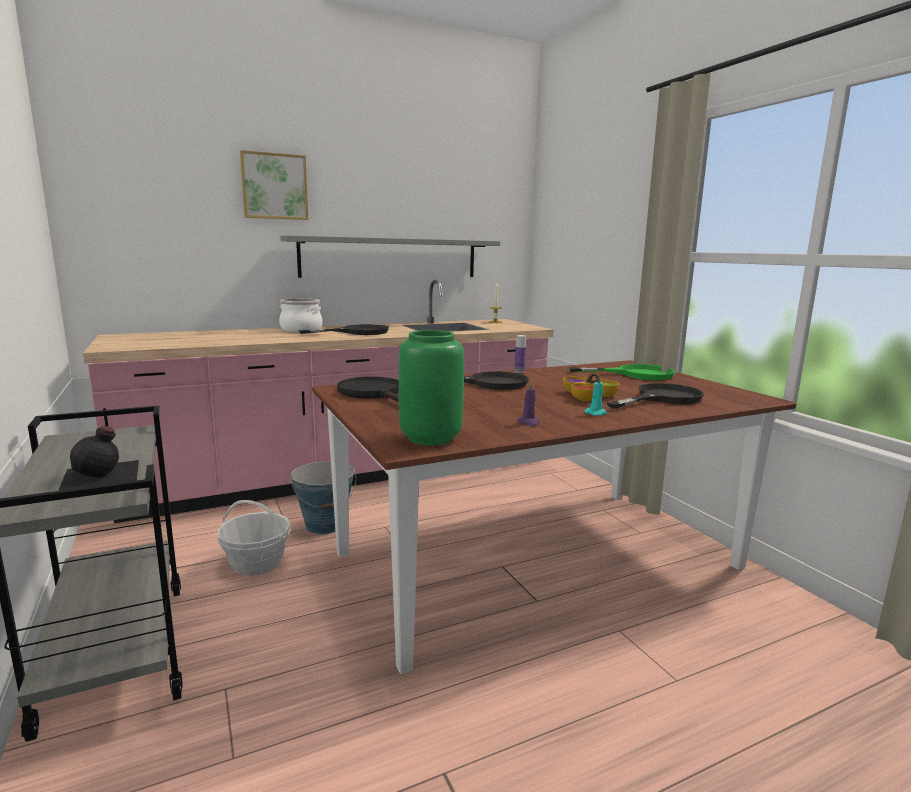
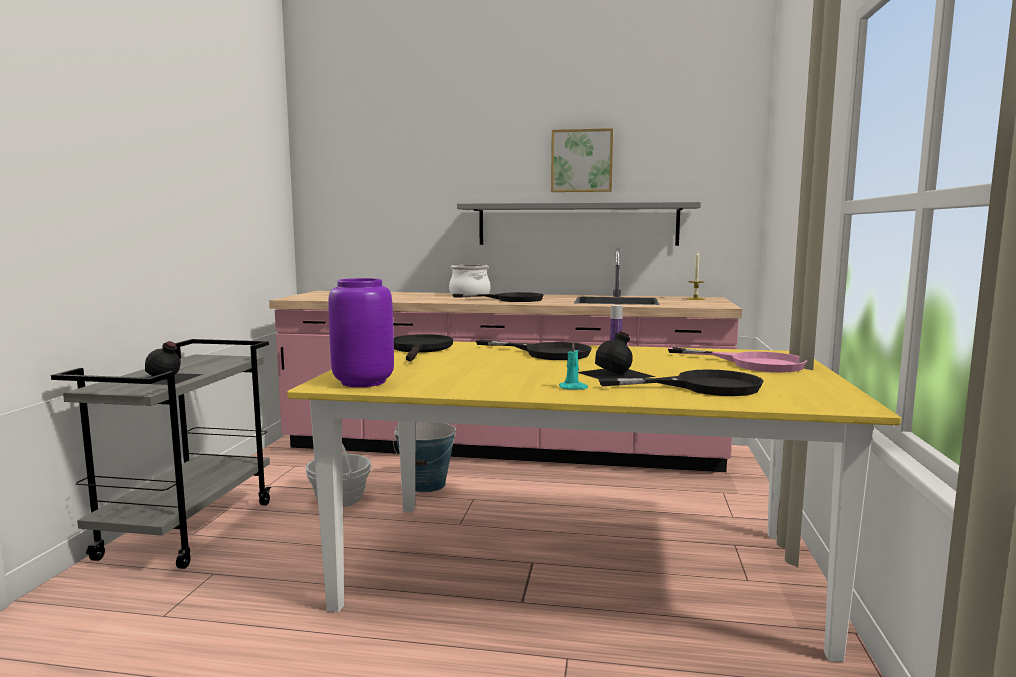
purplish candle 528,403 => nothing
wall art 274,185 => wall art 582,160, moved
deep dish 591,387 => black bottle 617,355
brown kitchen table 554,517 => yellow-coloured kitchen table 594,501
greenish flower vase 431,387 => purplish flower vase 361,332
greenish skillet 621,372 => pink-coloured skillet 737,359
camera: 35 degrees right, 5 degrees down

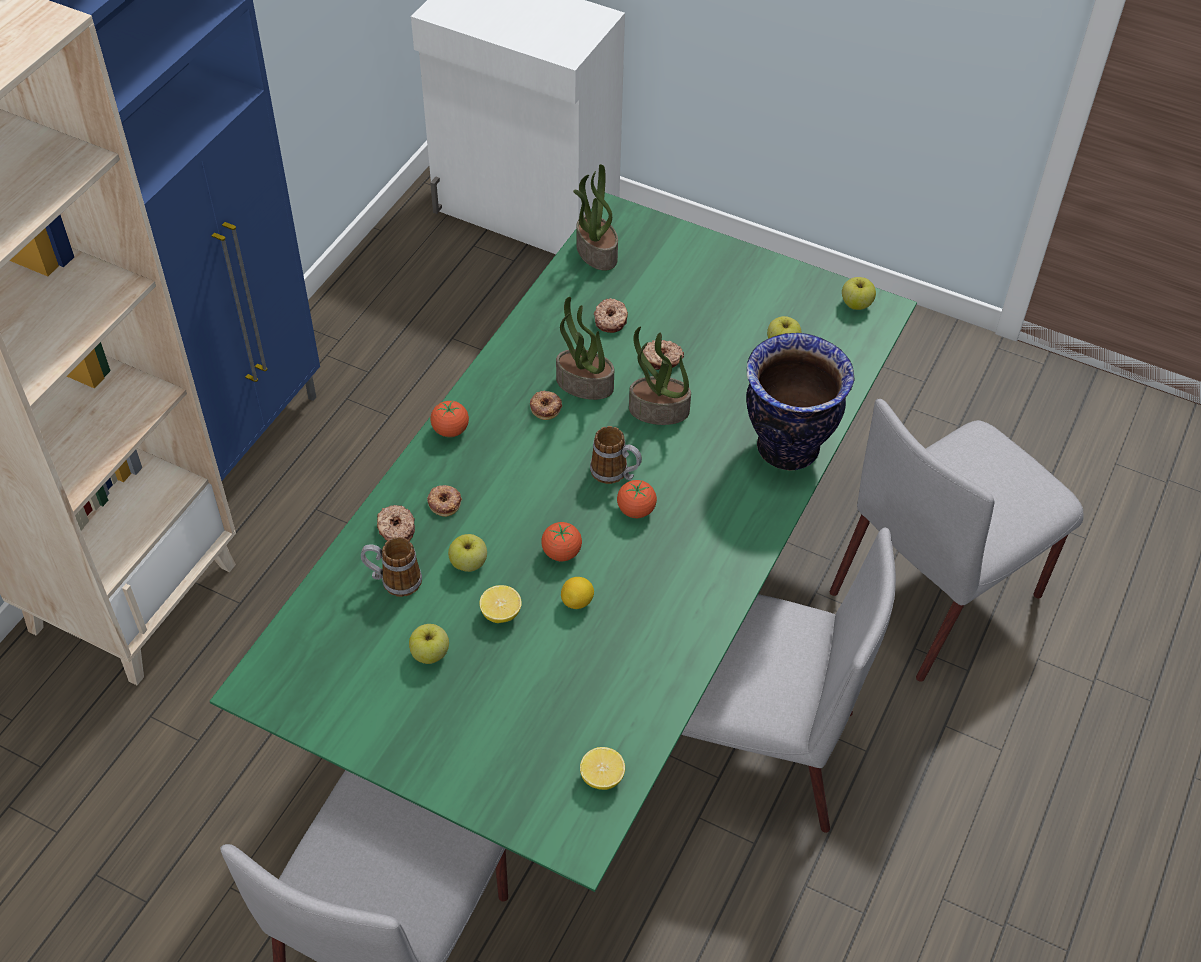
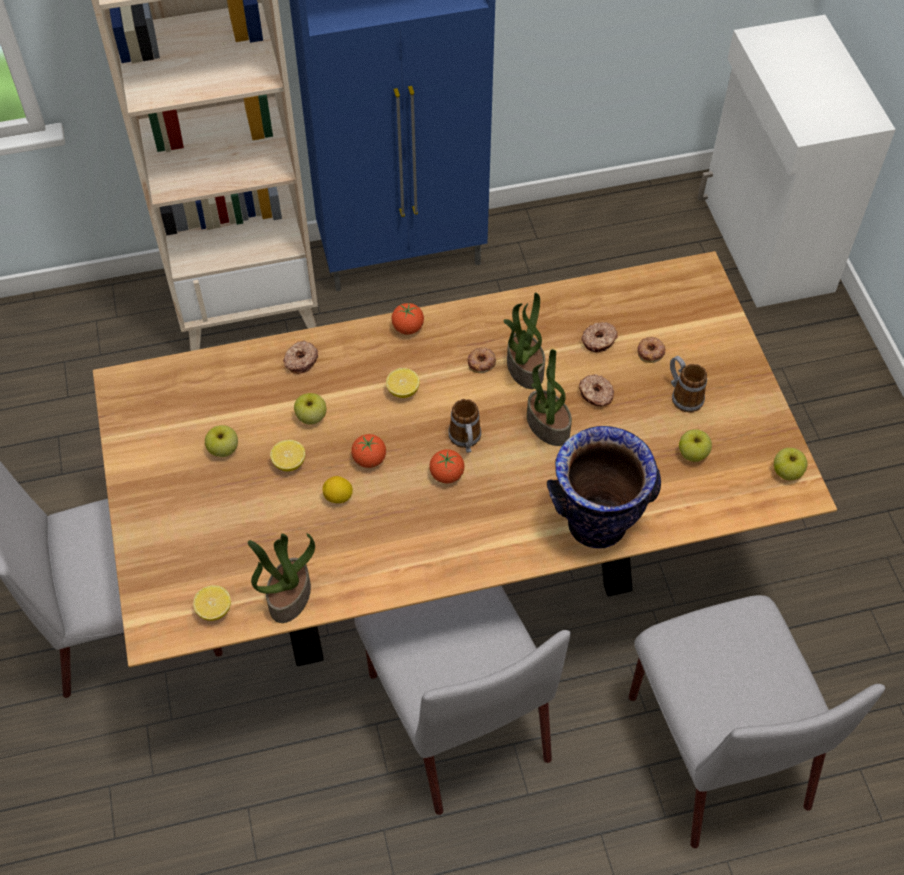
nothing => citrus fruit 403,383
coffee mug 391,567 => coffee mug 688,384, moved
donut 444,501 => donut 651,350, moved
houseplant 595,217 => houseplant 281,578, moved
greenish kitchen table 563,542 => brown kitchen table 465,459
gray chair 957,540 => gray chair 757,721, 120 degrees counterclockwise
camera: 50 degrees right, 5 degrees up

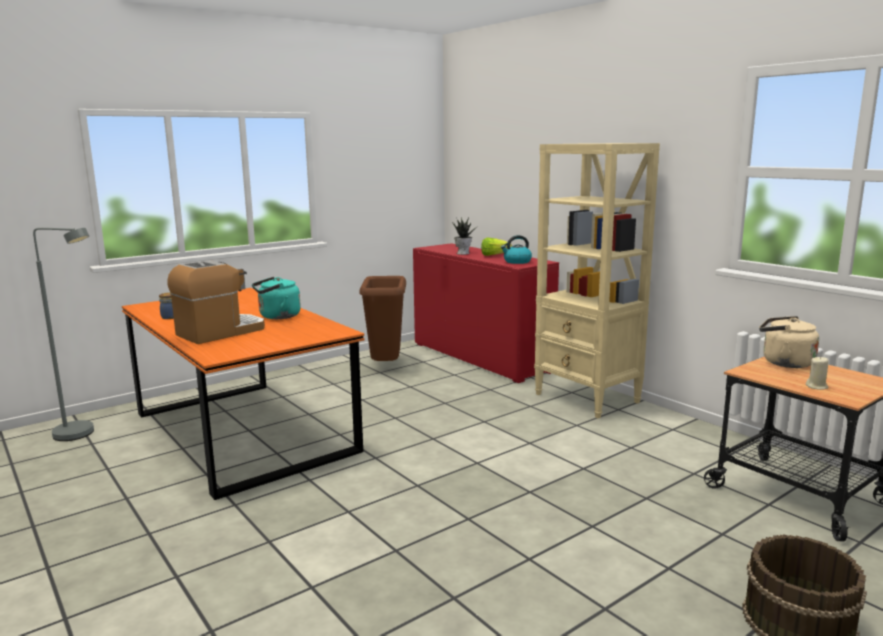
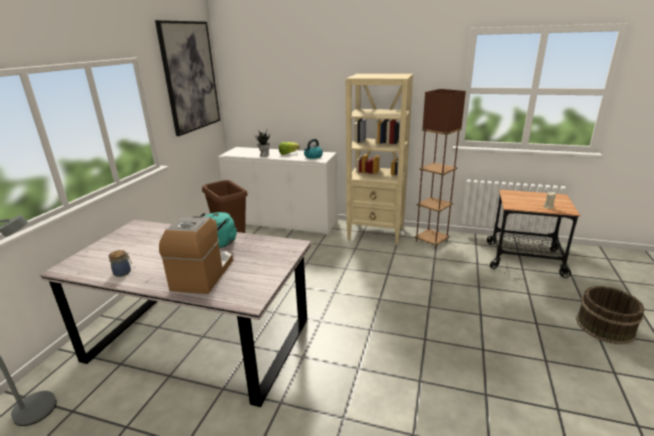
beige-coloured kettle 789,342 => nothing
nothing => wall art 187,78
nothing => brown standard lamp 440,168
orange-coloured kitchen table 243,394 => gray kitchen table 175,313
reddish storage cabinet 486,313 => white storage cabinet 278,191
camera: 35 degrees left, 10 degrees up

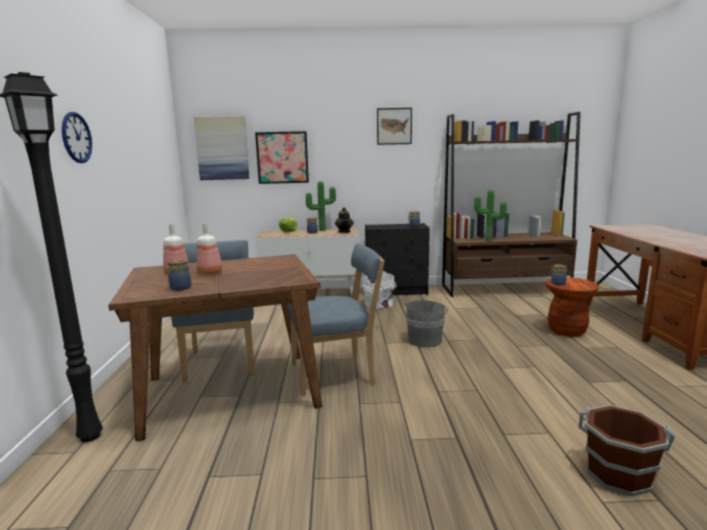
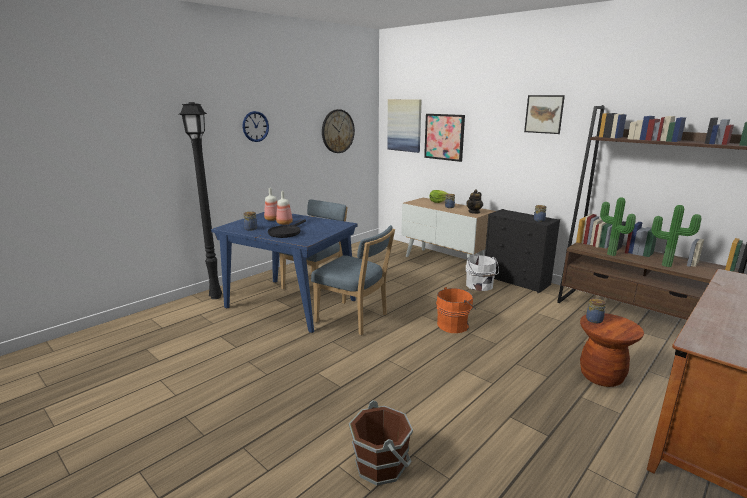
nothing => black skillet 287,228
nothing => hanging clock 338,131
houseplant 321,206 => houseplant 676,236, moved
brown kitchen table 215,347 => blue-coloured kitchen table 284,272
gray bucket 426,323 => orange-coloured bucket 456,310
camera: 45 degrees right, 5 degrees up

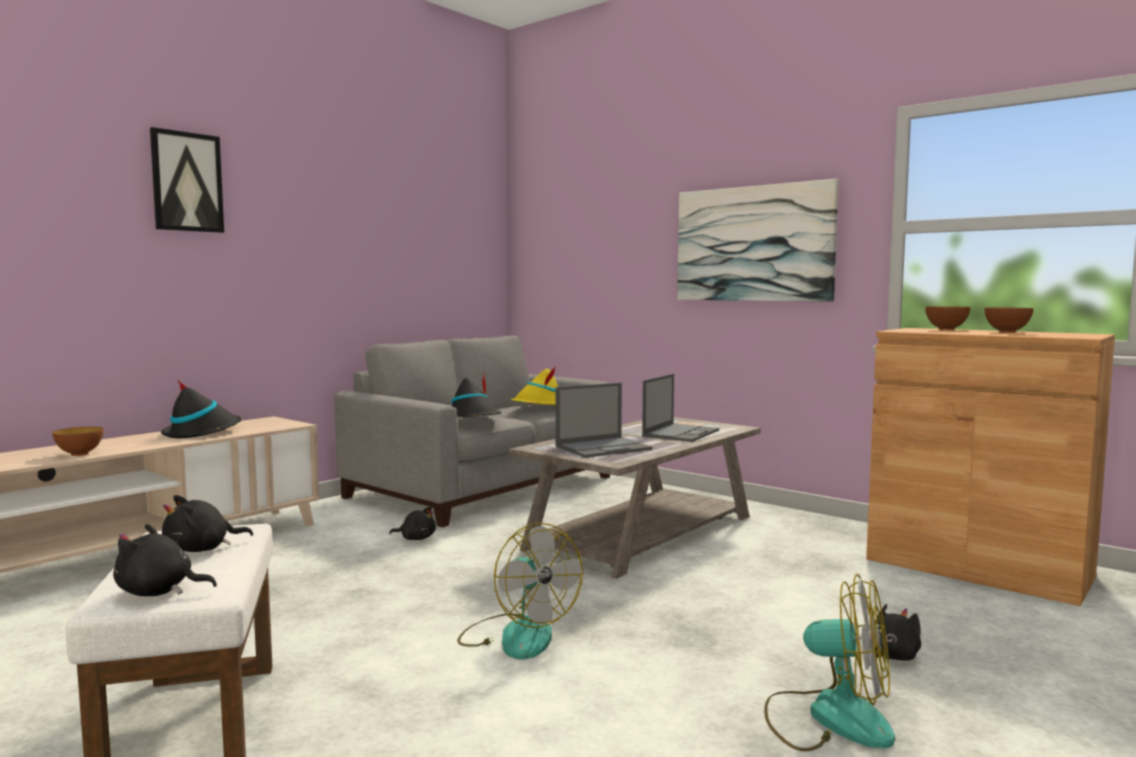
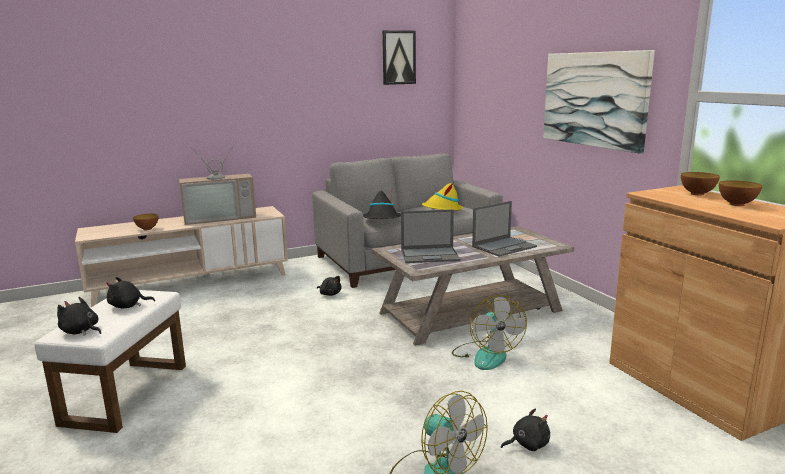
wall art 187,180 => wall art 399,57, moved
electric fan 520,591 => electric fan 489,332, moved
black wearable hat 201,409 => television 217,184
camera: 25 degrees right, 10 degrees up

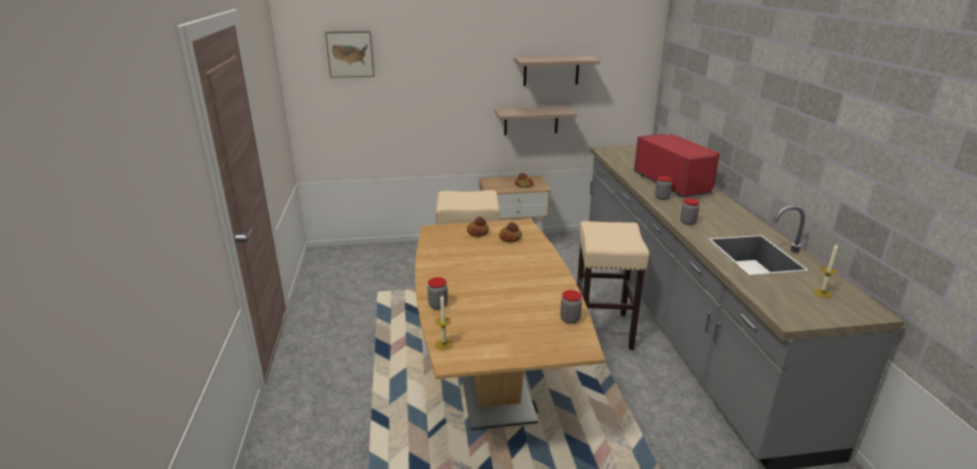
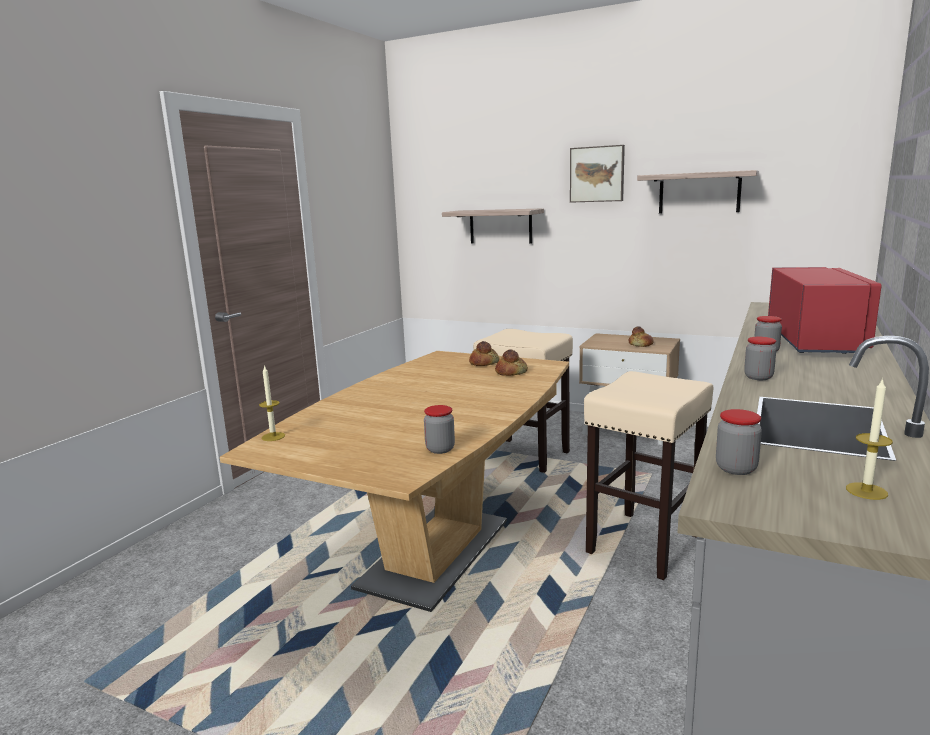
wall art 349,54 => wall art 597,174, moved
preserve jar 438,293 => preserve jar 739,442, moved
wall shelf 535,120 => wall shelf 493,225, moved
camera: 35 degrees right, 10 degrees down

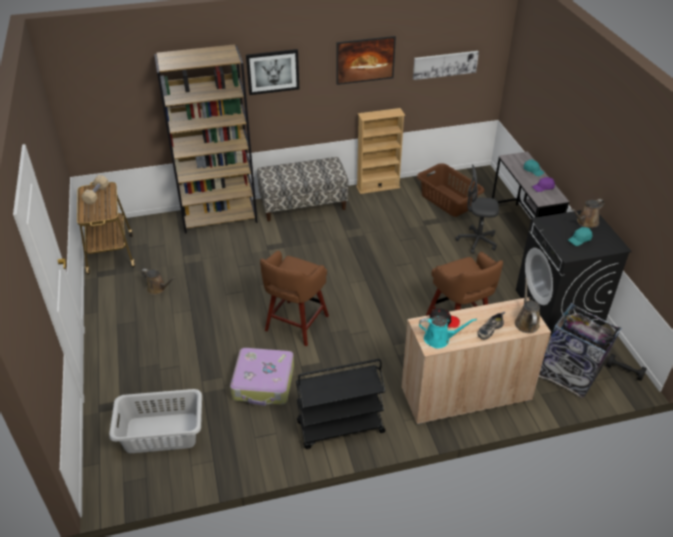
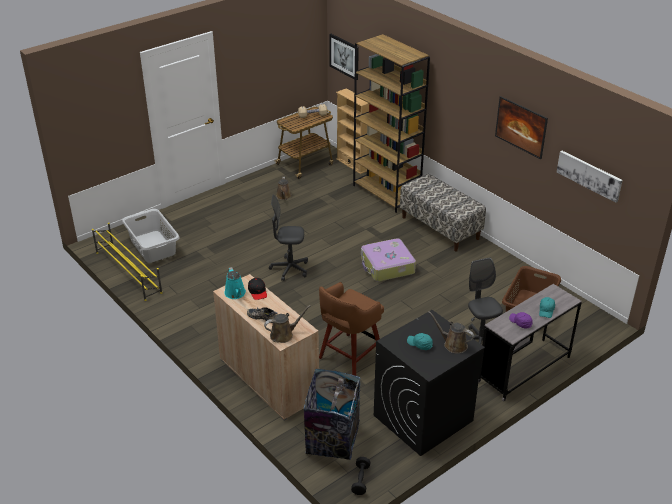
black cart 340,404 => nothing
nothing => yellow-coloured shoe stand 127,262
piece of luggage 262,377 => piece of luggage 388,260, moved
wall art 272,72 => wall art 344,57, moved
beige-coloured shelving unit 380,151 => beige-coloured shelving unit 352,131, moved
brown sitting stool 294,298 => gray office chair 288,237
camera: 65 degrees right, 5 degrees down

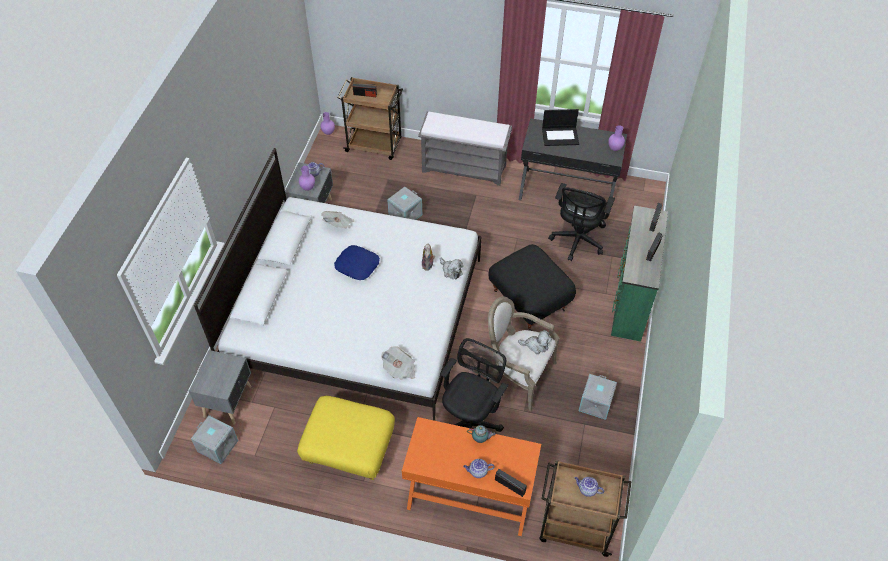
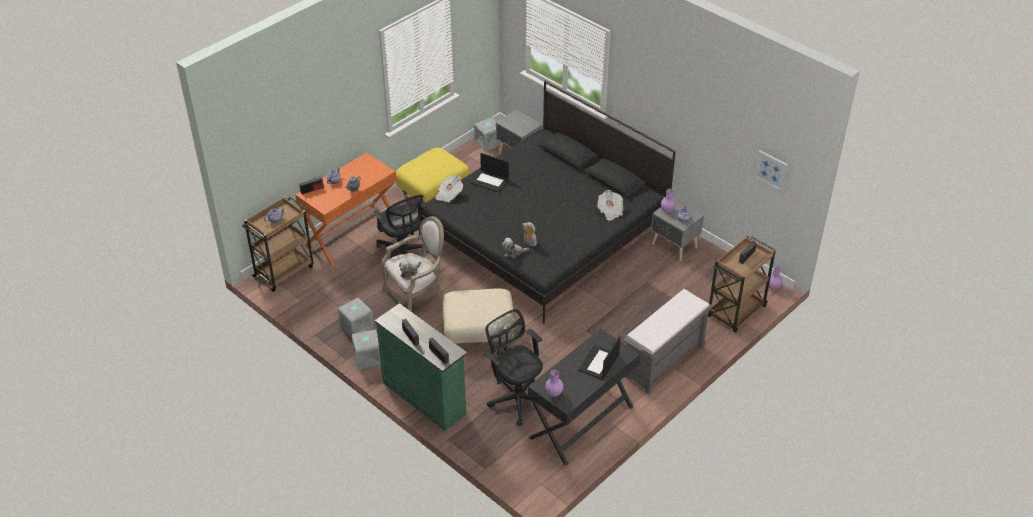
blue-coloured pillow 357,262 => nothing
nothing => notebook computer 489,172
nothing => wall art 771,170
gray storage container 404,203 => gray storage container 366,349, moved
white bed 337,284 => black bed 547,202
black footrest 532,287 => beige-coloured footrest 479,318
camera: 120 degrees right, 10 degrees down

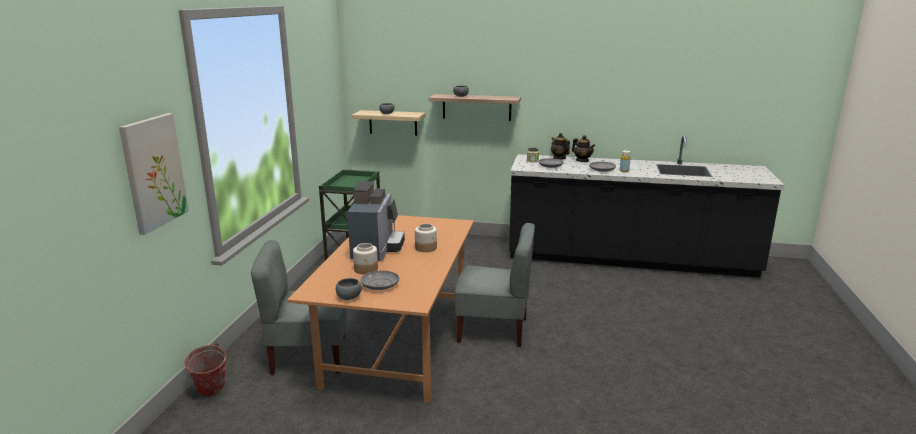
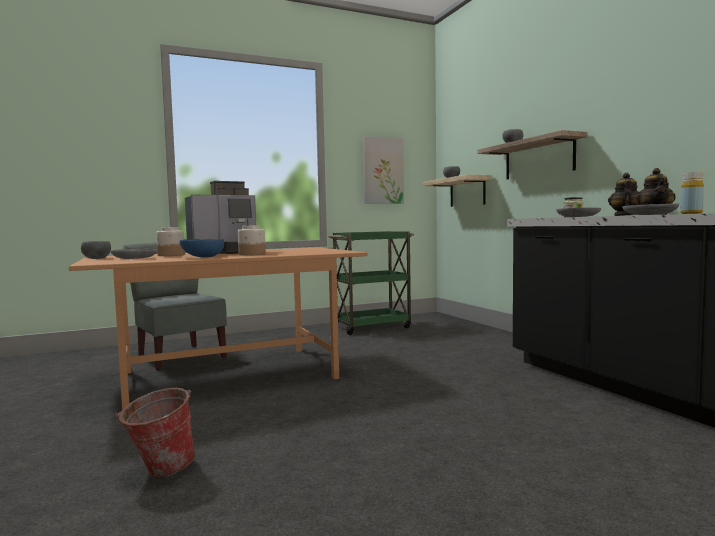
gray chair 495,285 => nothing
nothing => blue-coloured deep dish 202,248
wall art 154,174 => wall art 383,170, moved
bucket 205,369 => bucket 155,432, moved
camera: 55 degrees right, 15 degrees down

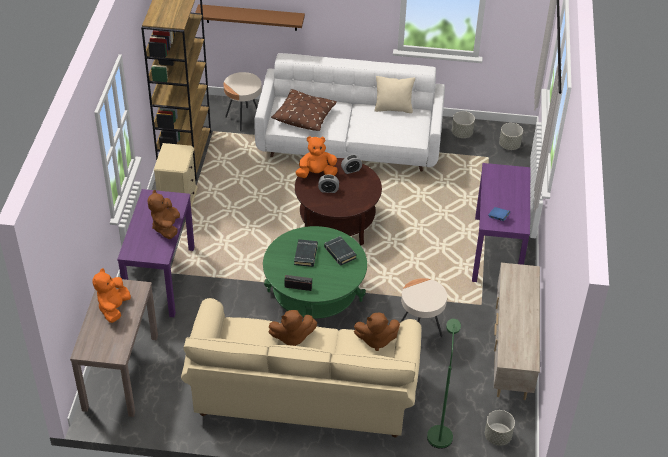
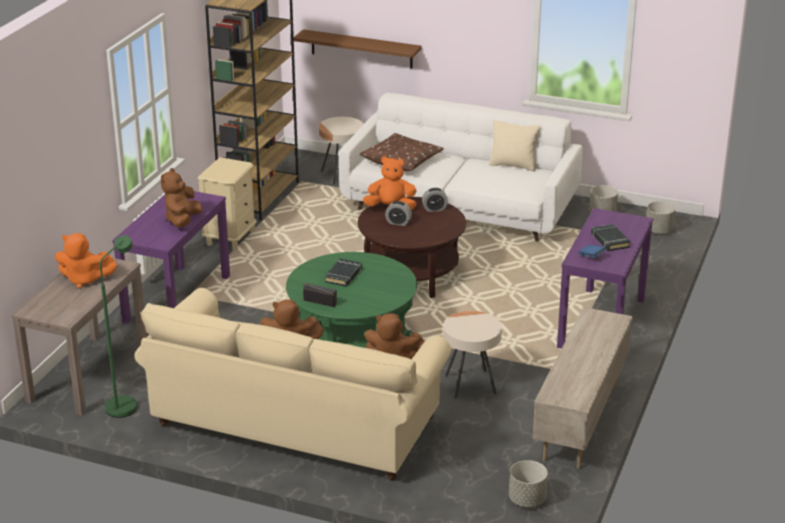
black bound book 340,251 => black bound book 610,237, moved
greenish standard lamp 444,384 => greenish standard lamp 118,326, moved
orange-coloured plush toy 111,295 => orange-coloured plush toy 86,260, 105 degrees counterclockwise
camera: 15 degrees right, 15 degrees down

